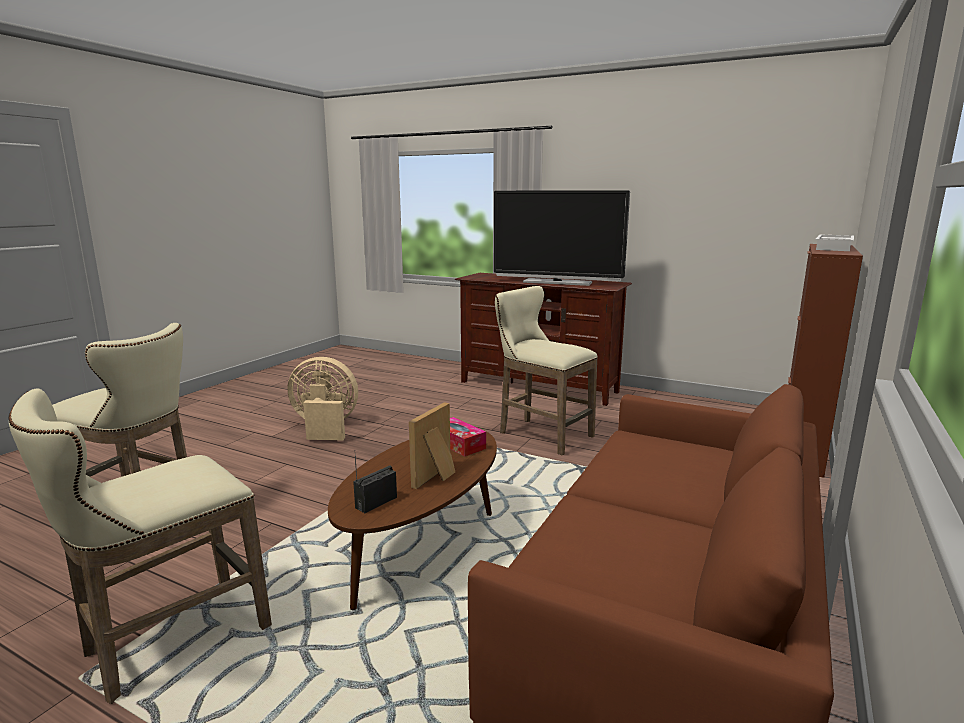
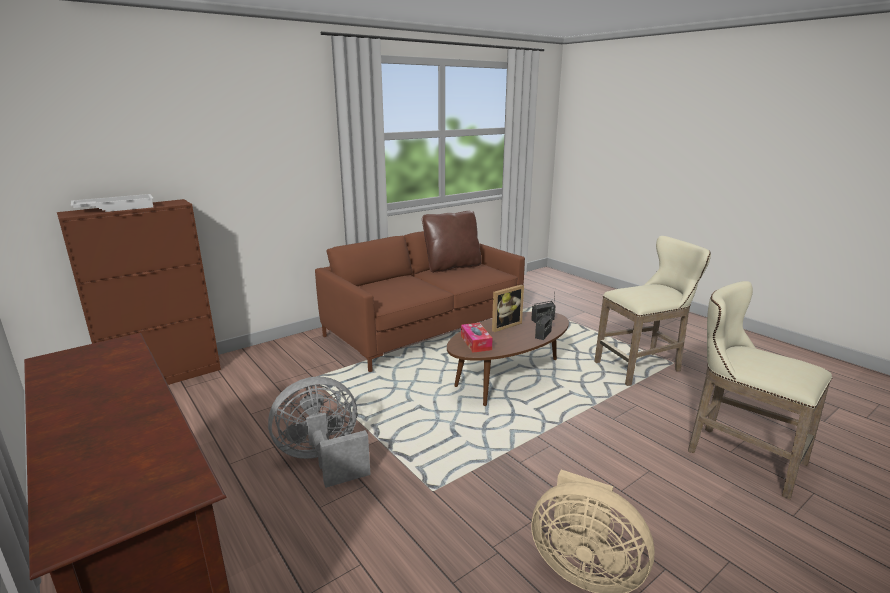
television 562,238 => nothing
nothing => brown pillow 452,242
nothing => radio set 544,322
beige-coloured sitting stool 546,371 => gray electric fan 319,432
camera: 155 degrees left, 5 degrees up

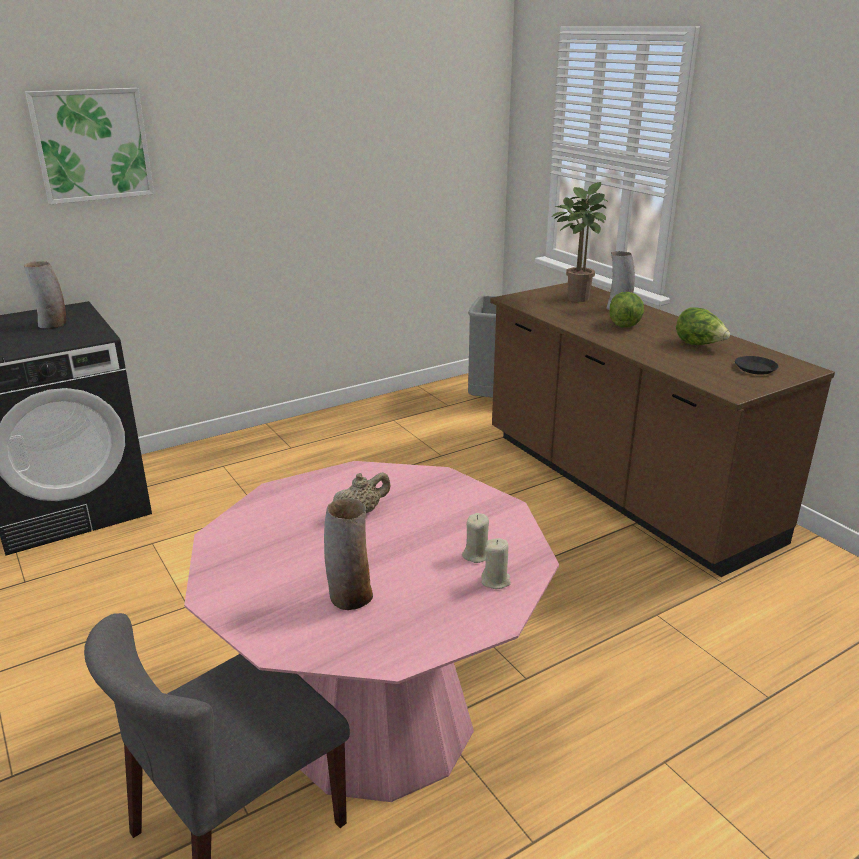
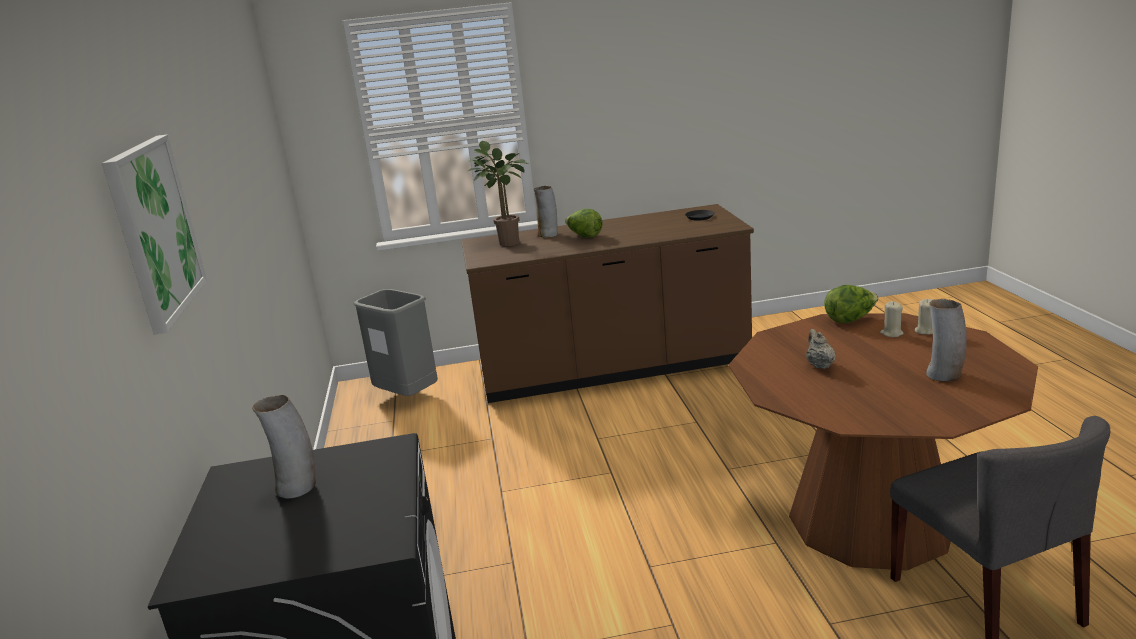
lettuce 703,326 => lettuce 851,304, moved
pink-coloured kitchen table 371,631 => brown kitchen table 883,441
camera: 65 degrees left, 5 degrees down

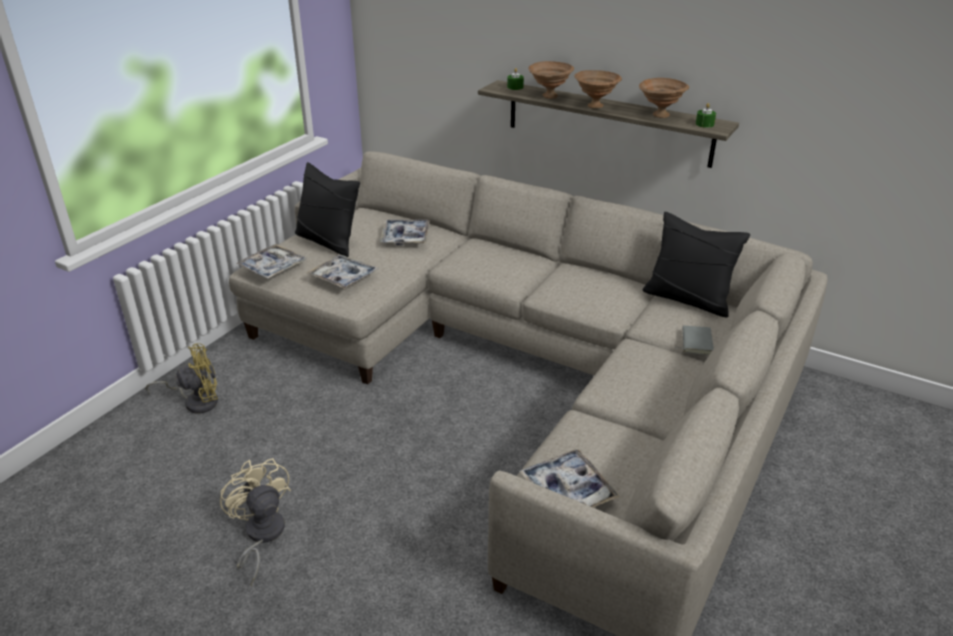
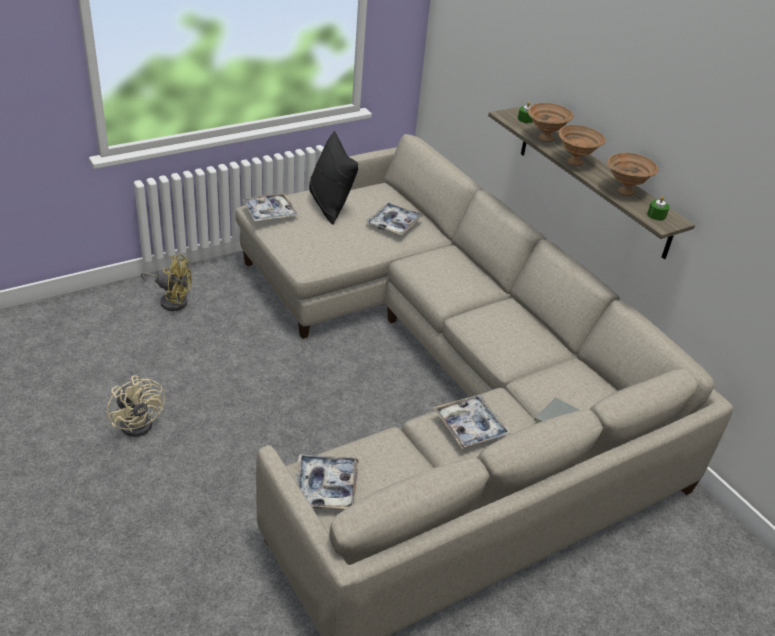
black pillow 696,264 => nothing
serving tray 343,272 => serving tray 472,422, moved
beige-coloured electric fan 255,522 => beige-coloured electric fan 136,406, 150 degrees clockwise
camera: 25 degrees right, 5 degrees up

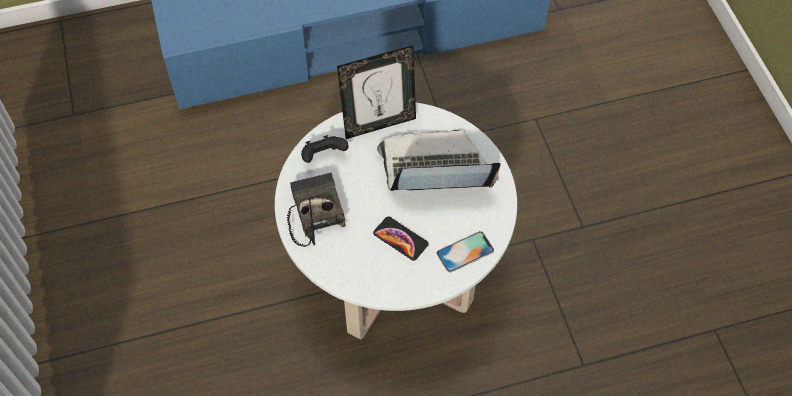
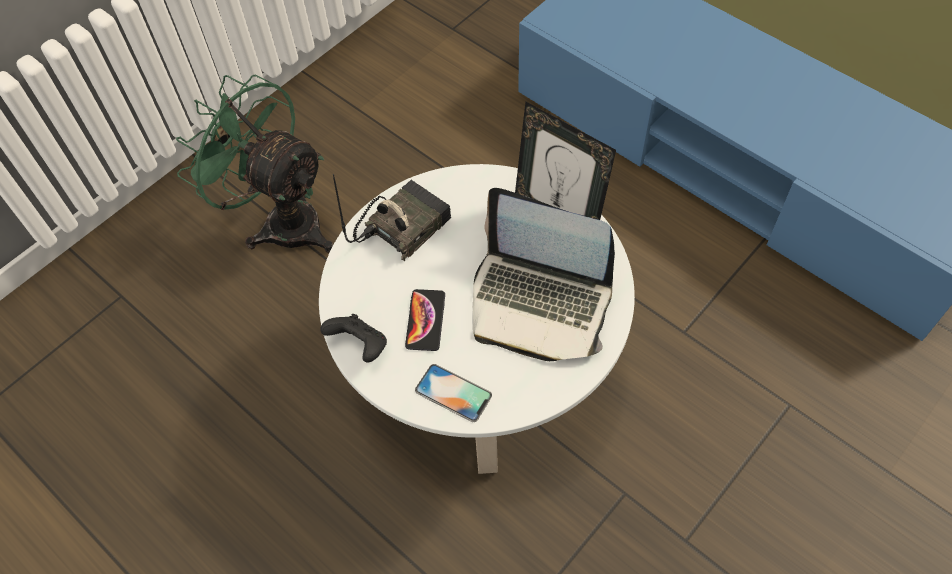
nothing => greenish electric fan 254,163
black game controller 325,149 => black game controller 353,338, moved
notebook computer 439,160 => notebook computer 544,274, 150 degrees clockwise
camera: 60 degrees right, 0 degrees up

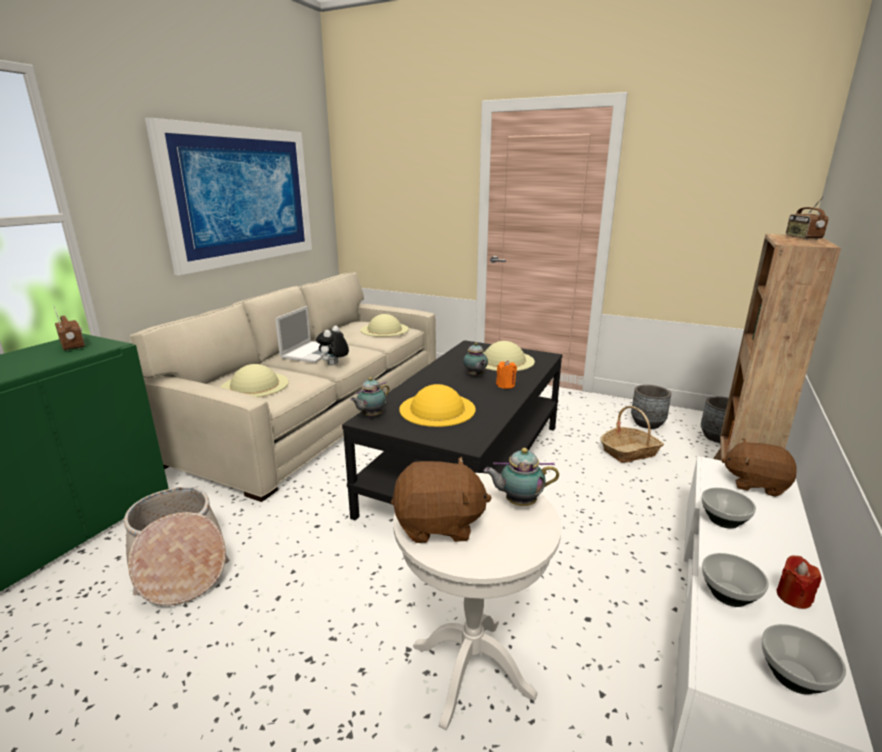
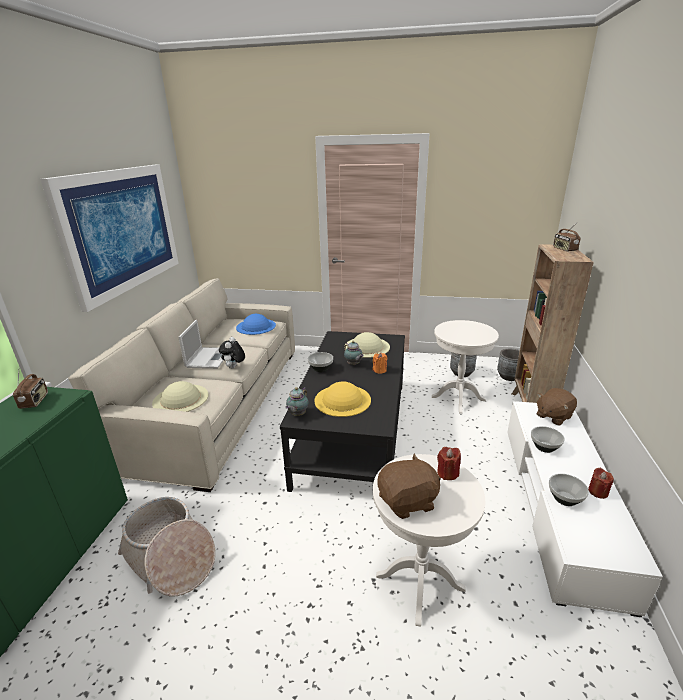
deep dish 803,659 => deep dish 320,362, moved
teapot 521,477 => reddish candle 449,463
storage basket 632,434 => white side table 465,367
beige-coloured wearable hat 385,325 => blue-coloured wearable hat 256,324
radio set 69,328 => radio set 30,389, 45 degrees clockwise
brown plush toy 759,467 => brown plush toy 556,407, 45 degrees counterclockwise
camera: 15 degrees left, 5 degrees up

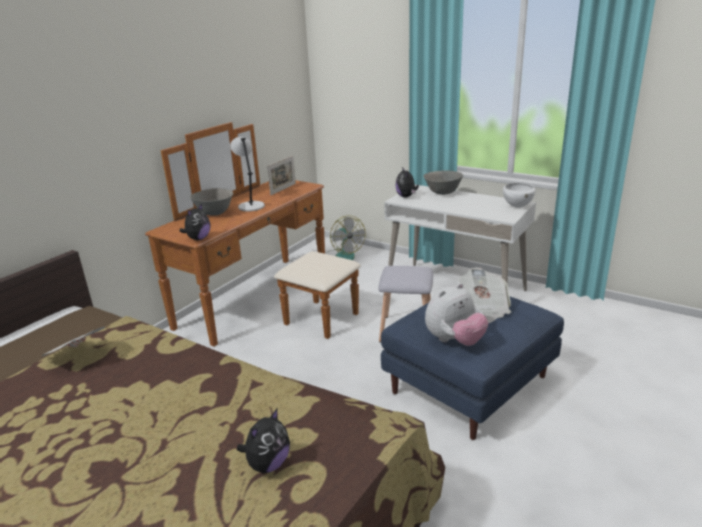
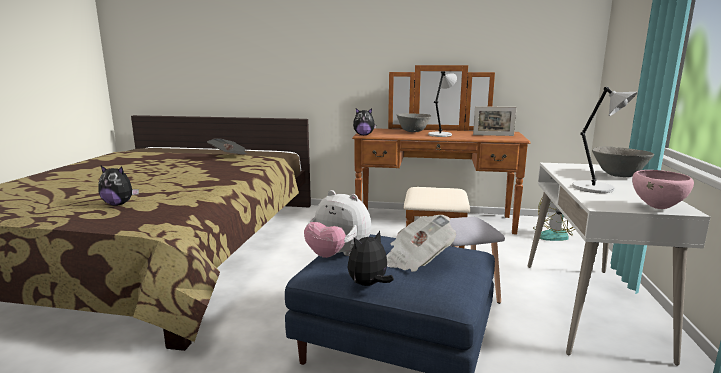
nothing => gray table lamp 605,140
plush toy 407,182 => plush toy 370,258, moved
white deep dish 519,195 => pink-coloured deep dish 663,189
camera: 65 degrees right, 10 degrees down

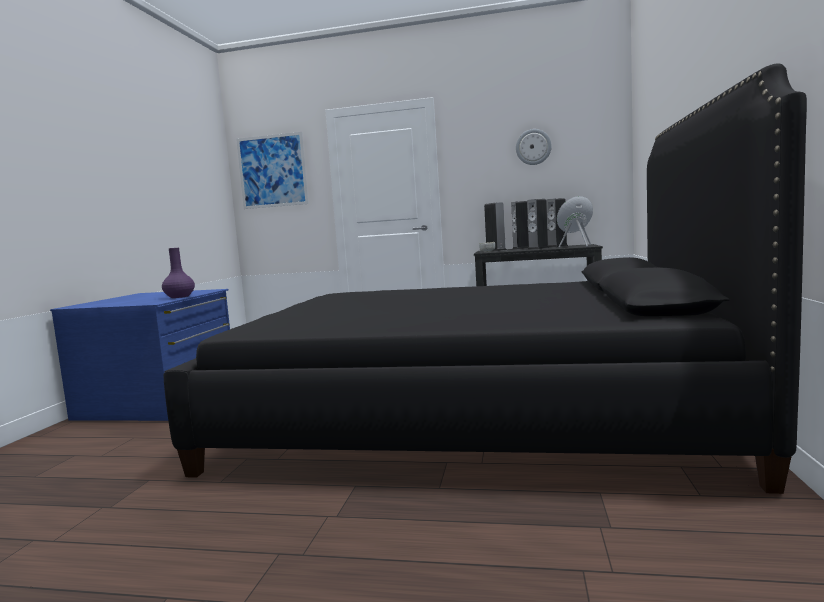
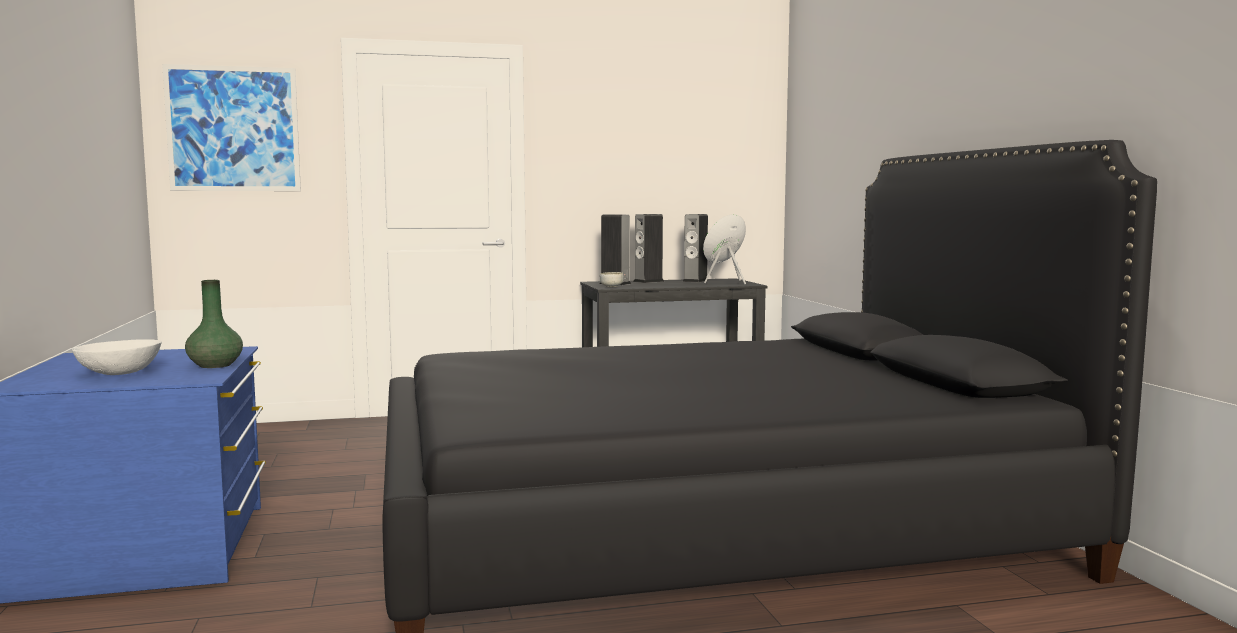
hanging clock 534,147 => nothing
loudspeaker 538,224 => nothing
nothing => white deep dish 117,357
purplish flower vase 178,273 => greenish flower vase 214,324
camera: 25 degrees left, 0 degrees up

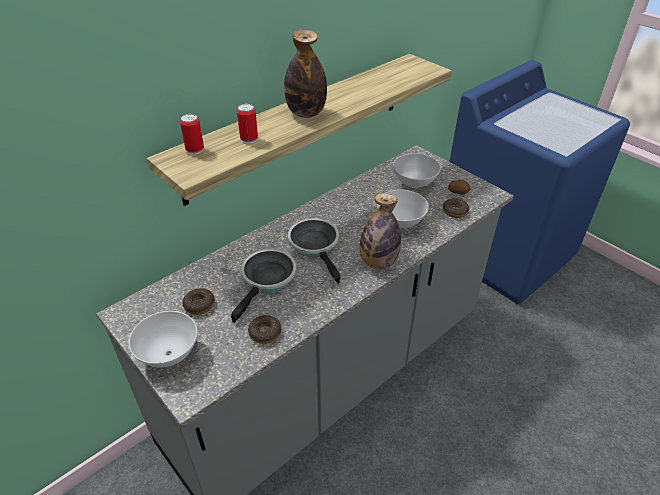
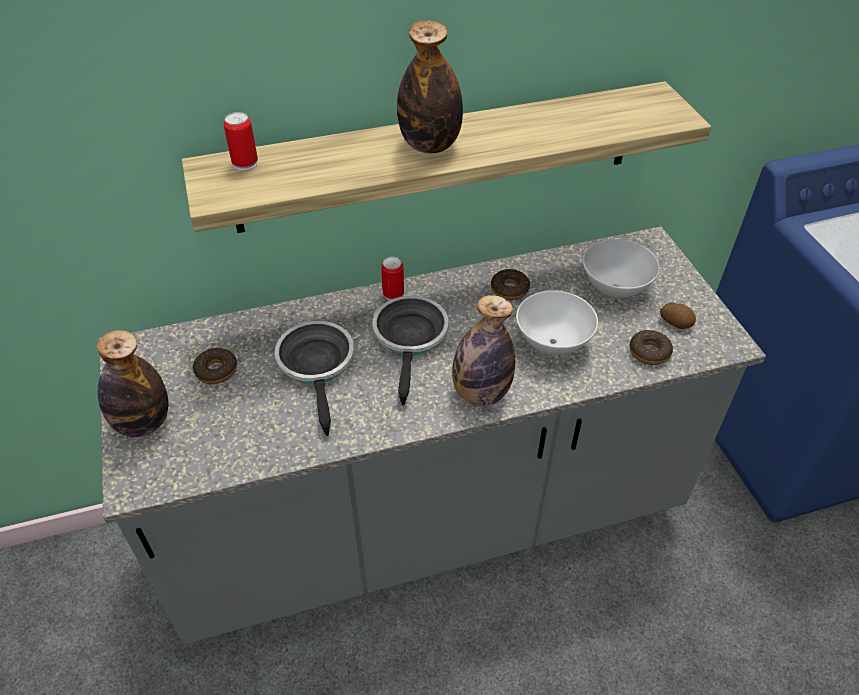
can 247,124 => can 392,279, moved
donut 264,329 => donut 510,284, moved
white deep dish 163,339 => bottle 133,383
skillet 263,286 => skillet 314,378, 60 degrees counterclockwise
camera: 25 degrees right, 5 degrees up

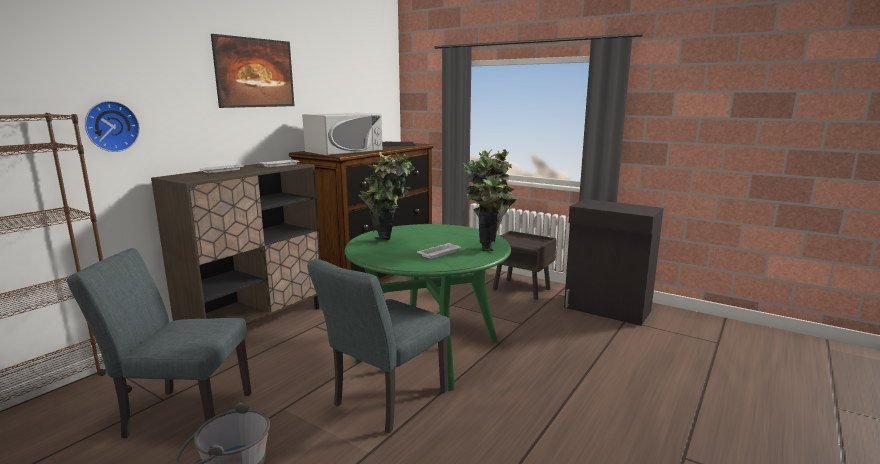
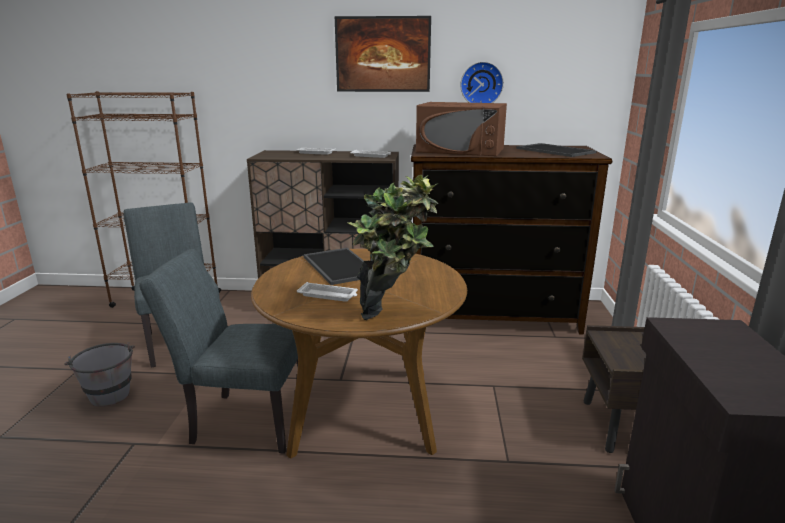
hanging clock 112,126 => hanging clock 482,82, moved
houseplant 386,196 => serving tray 333,266
white microwave 342,134 => brown microwave 461,129
greenish kitchen table 428,307 => brown kitchen table 359,353
camera: 60 degrees right, 5 degrees up

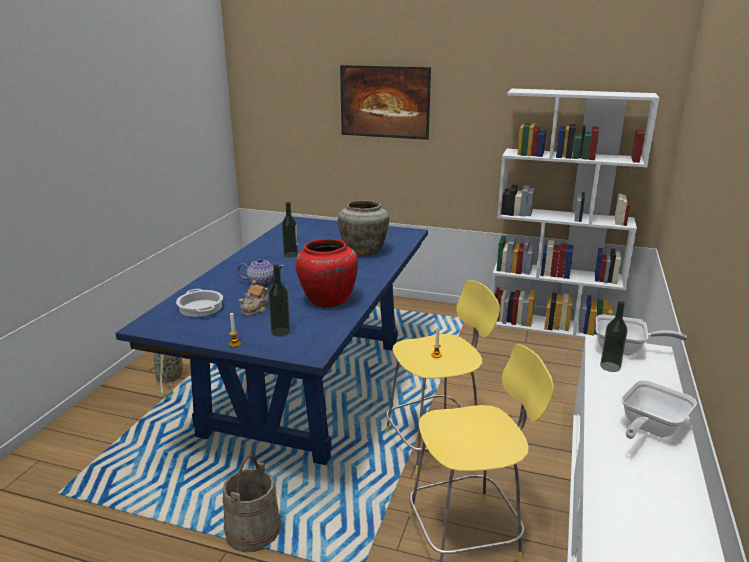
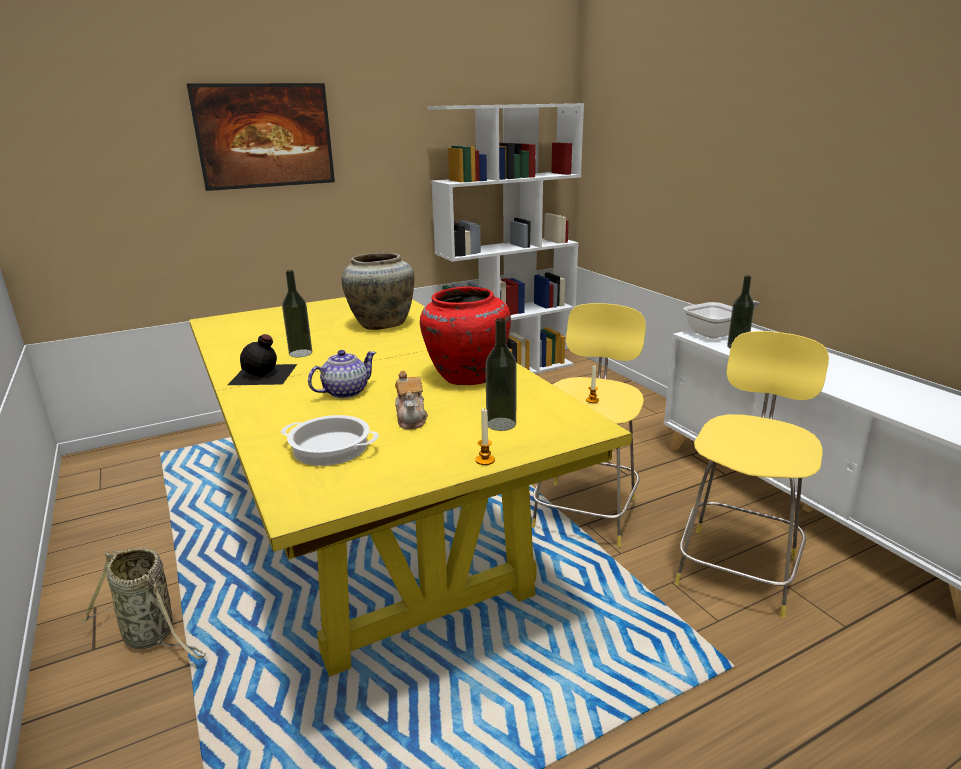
beige-coloured bucket 251,503 => nothing
skillet 659,409 => nothing
nothing => black bottle 262,359
blue-coloured kitchen table 272,340 => yellow-coloured kitchen table 410,487
camera: 45 degrees left, 0 degrees up

